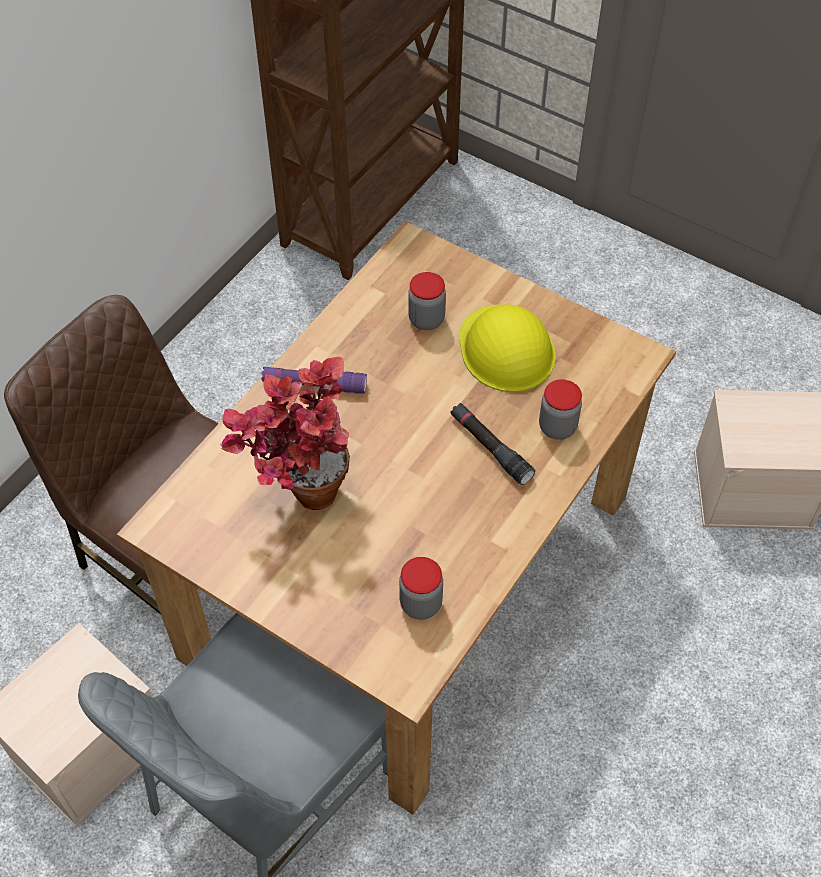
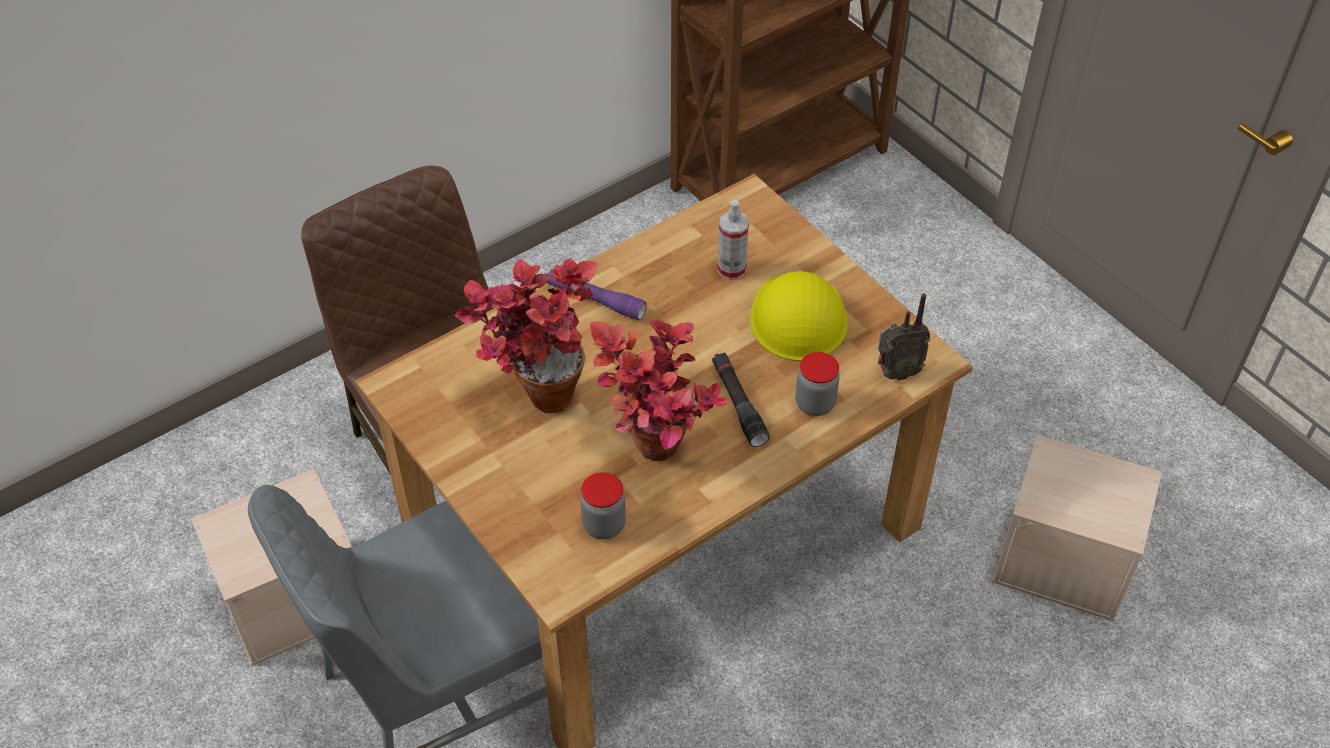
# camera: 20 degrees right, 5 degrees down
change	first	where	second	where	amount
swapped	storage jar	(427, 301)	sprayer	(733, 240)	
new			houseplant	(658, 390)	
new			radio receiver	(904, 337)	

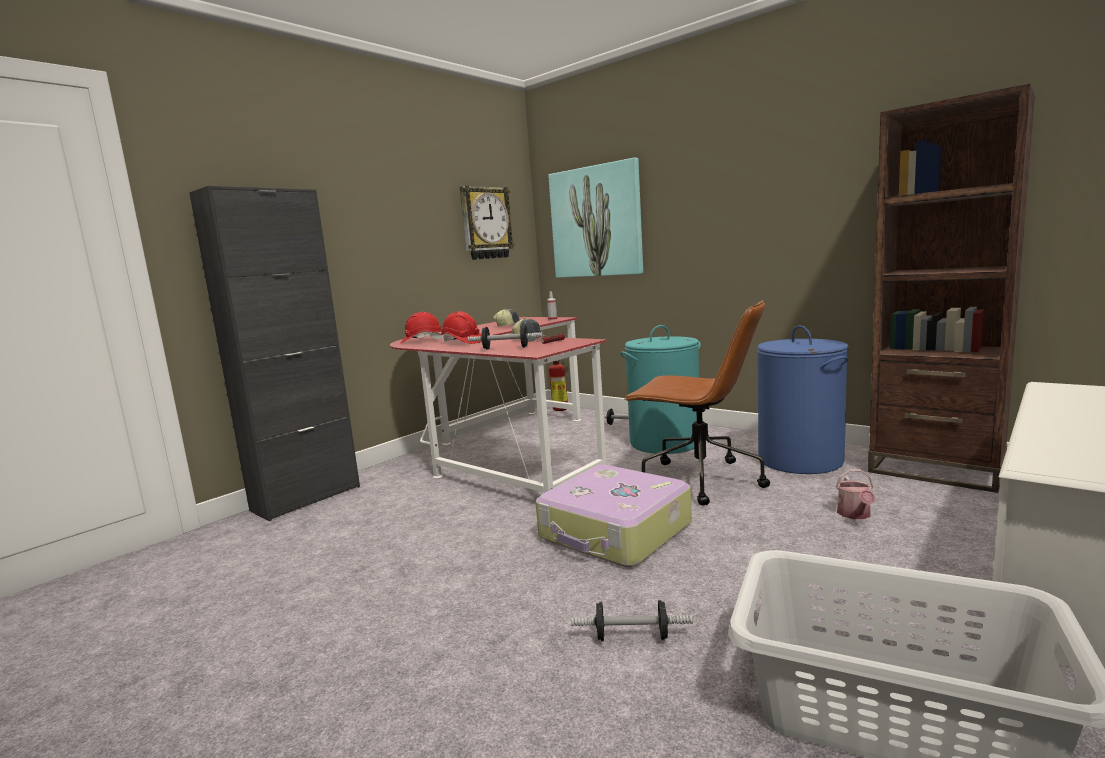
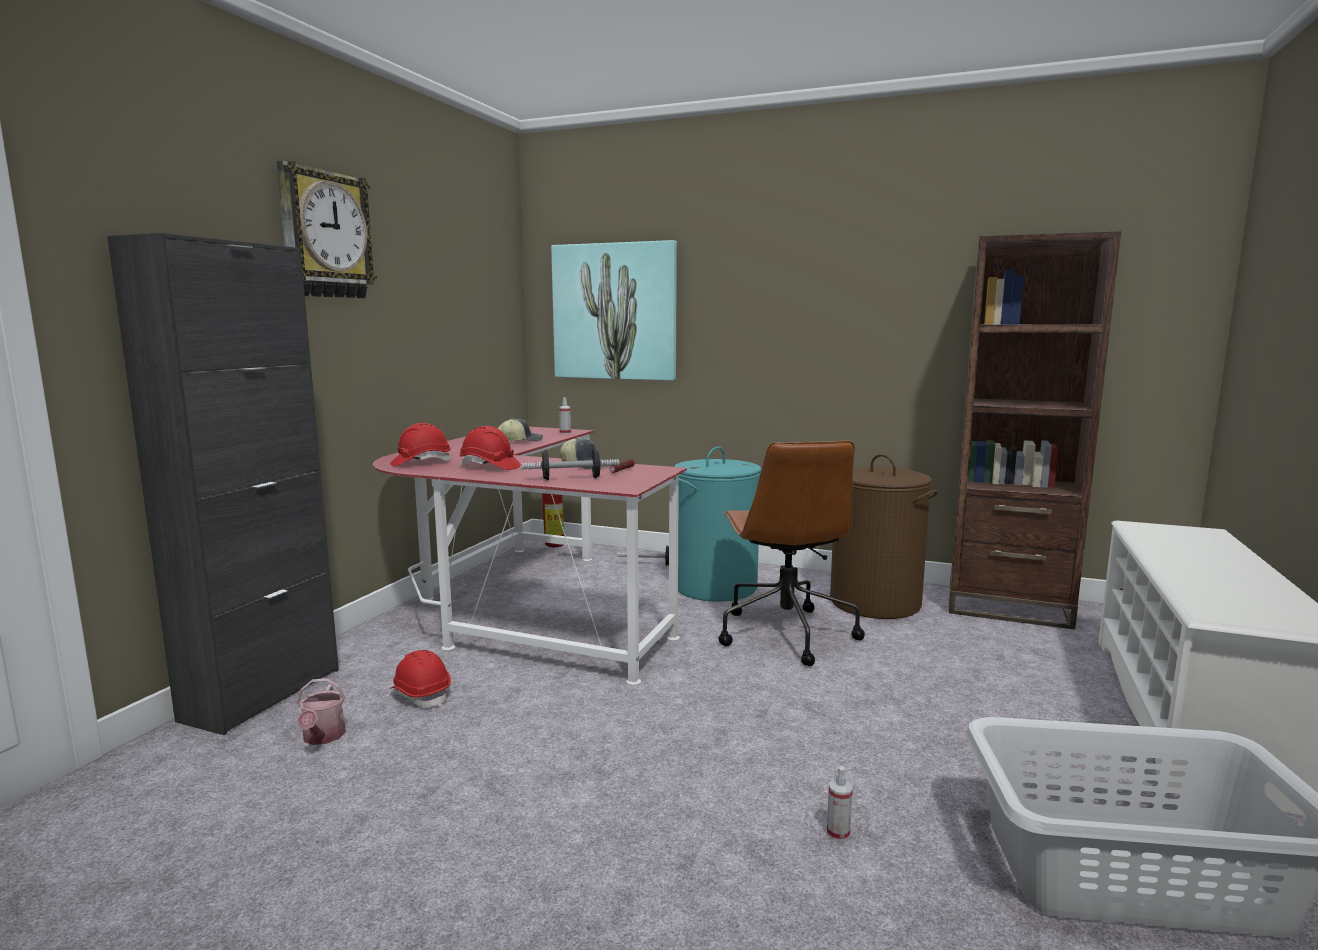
# camera: 20 degrees left, 0 degrees up
change	first	where	second	where	amount
shifted	hanging clock	(487, 222)		(327, 229)	
gone	piece of luggage	(613, 516)			
swapped	hand weight	(632, 620)	sprayer	(840, 803)	
rotated	brown-coloured computer chair	(697, 403)		(791, 553)	75 degrees clockwise
repainted	bluish laundry basket	(803, 399)	brown-coloured laundry basket	(883, 536)	
shifted	sprinkling can	(856, 494)		(321, 711)	
new			red work helmet	(420, 679)	

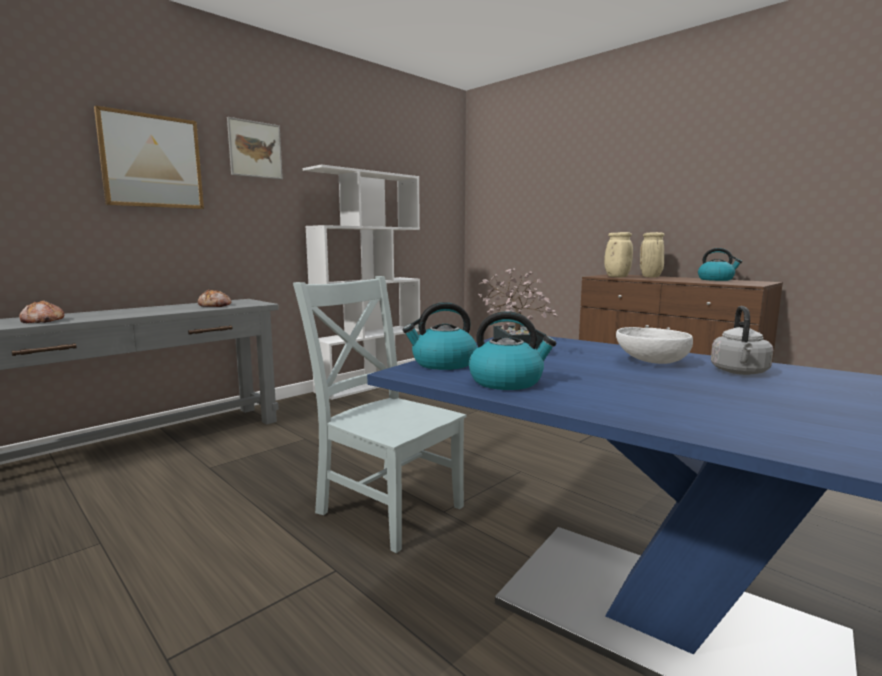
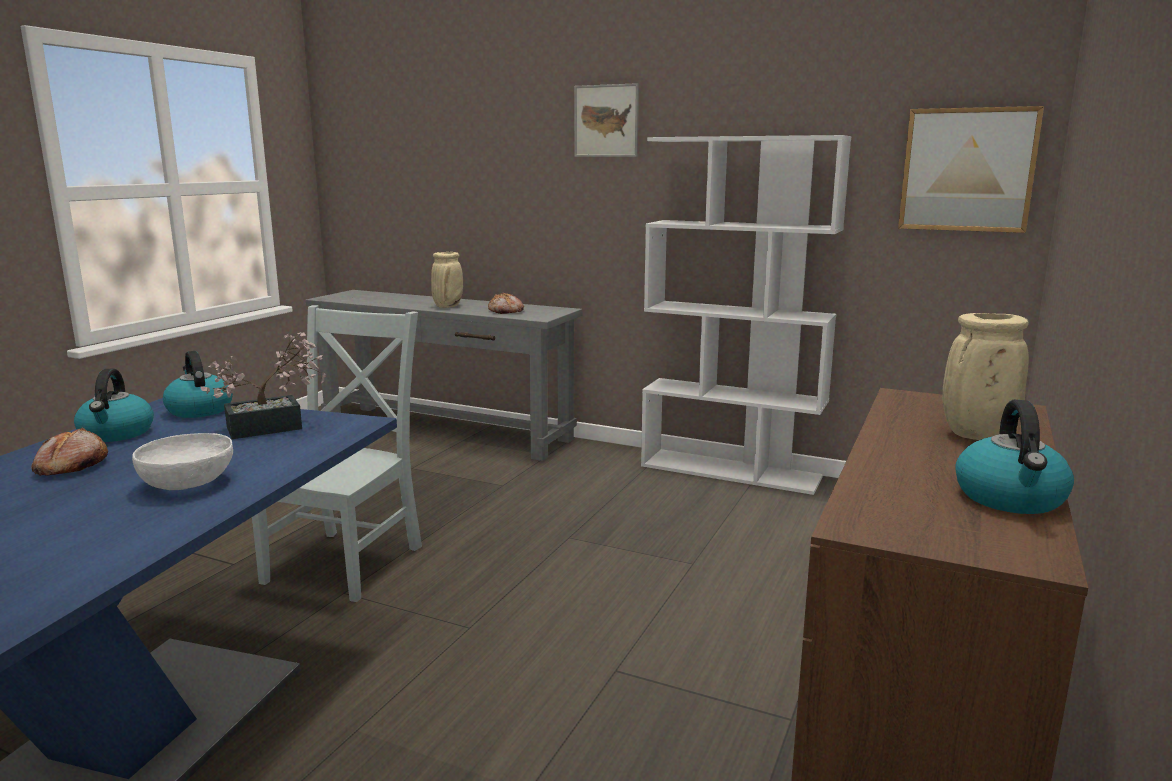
# camera: 70 degrees right, 5 degrees up
change	first	where	second	where	amount
shifted	baked bread	(41, 311)		(69, 452)	
shifted	picture	(149, 157)		(971, 169)	
shifted	beige-coloured vase	(618, 254)		(447, 280)	
gone	gray water kettle	(742, 340)			

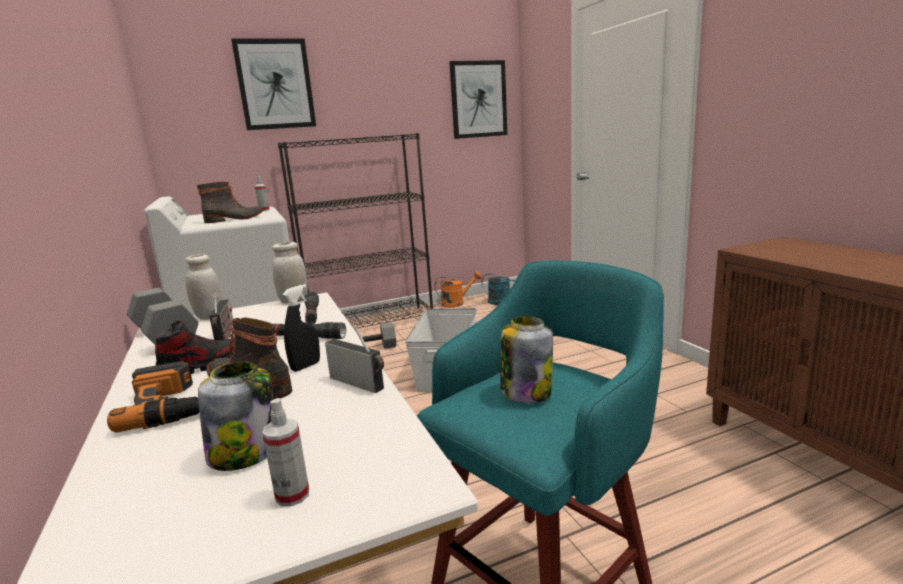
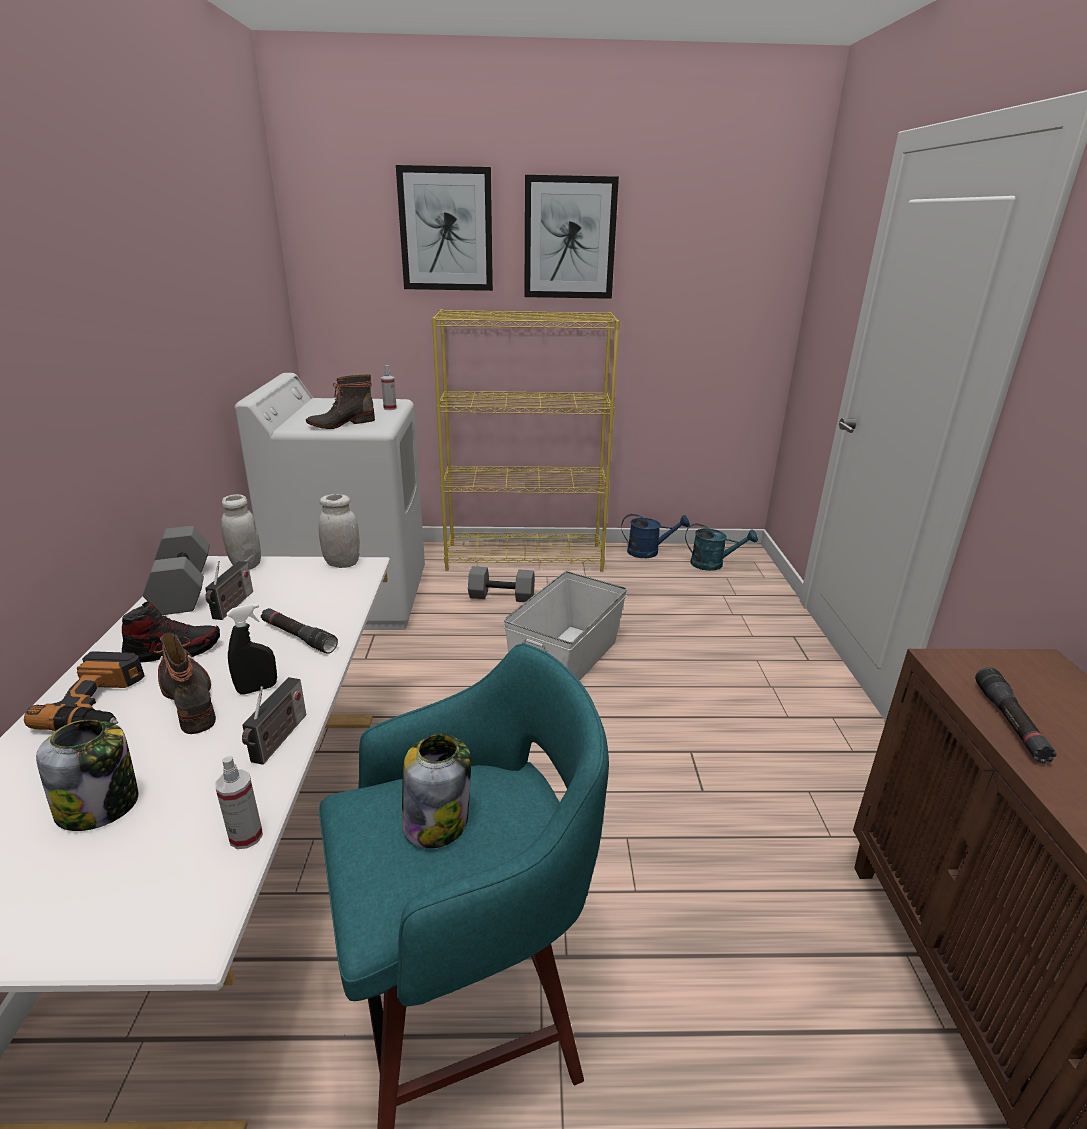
# camera: 20 degrees right, 10 degrees up
change	first	where	second	where	amount
rotated	high-top boot	(230, 202)		(340, 401)	150 degrees clockwise
shifted	sprayer	(285, 452)		(239, 802)	
repainted	black-coloured shelving unit	(355, 230)	yellowish shelving unit	(525, 440)	
shifted	black-coloured hand torch	(312, 308)		(1015, 715)	
rotated	radio receiver	(354, 360)		(274, 721)	45 degrees clockwise
repainted	orange-coloured sprinkling can	(458, 289)	bluish sprinkling can	(655, 536)	
shifted	picture	(478, 99)		(571, 237)	

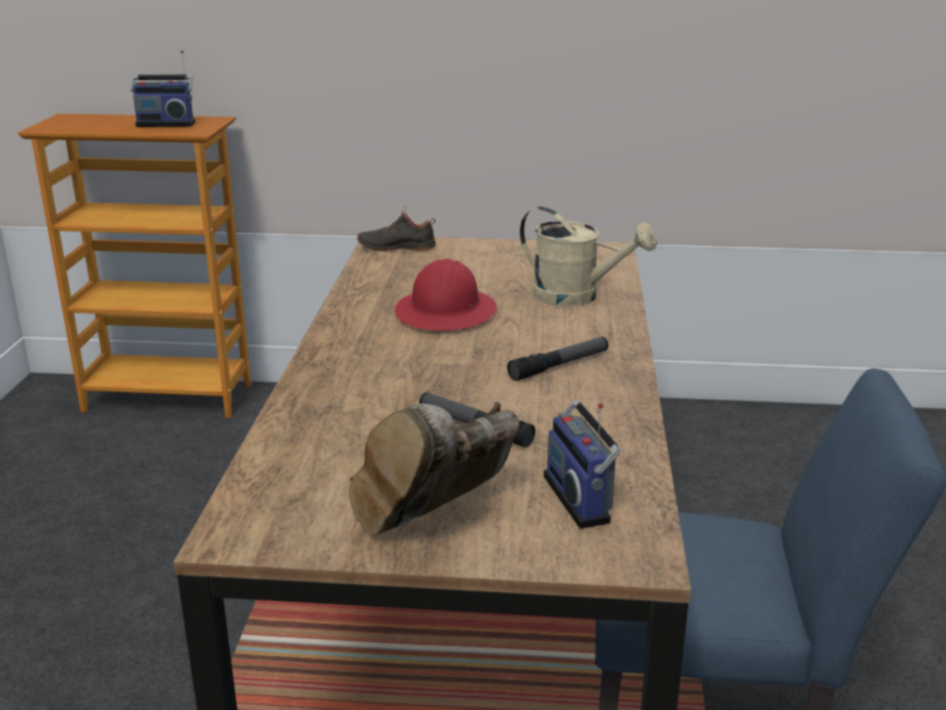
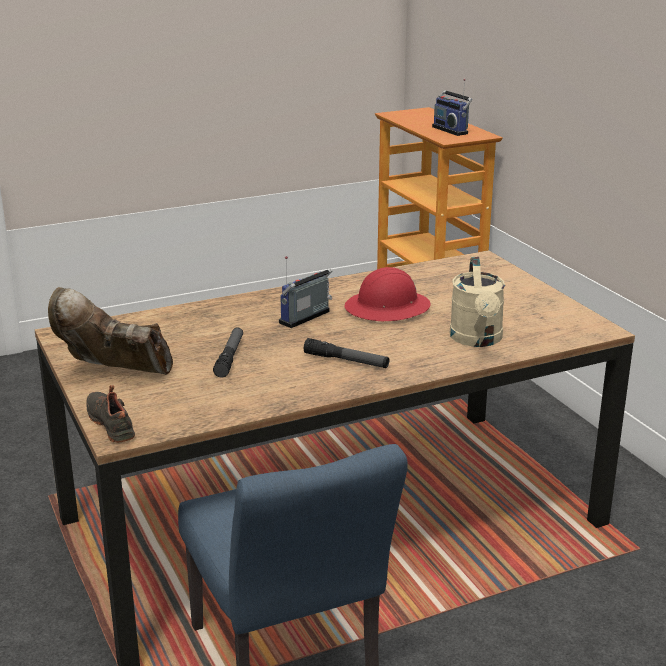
# camera: 60 degrees right, 0 degrees up
change	first	where	second	where	amount
shifted	black-coloured shoe	(396, 229)		(110, 414)	
shifted	radio receiver	(582, 464)		(306, 292)	

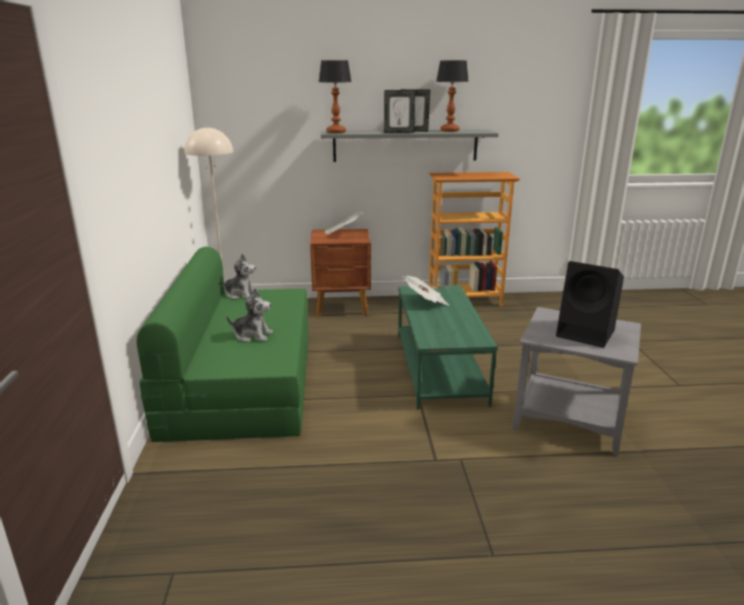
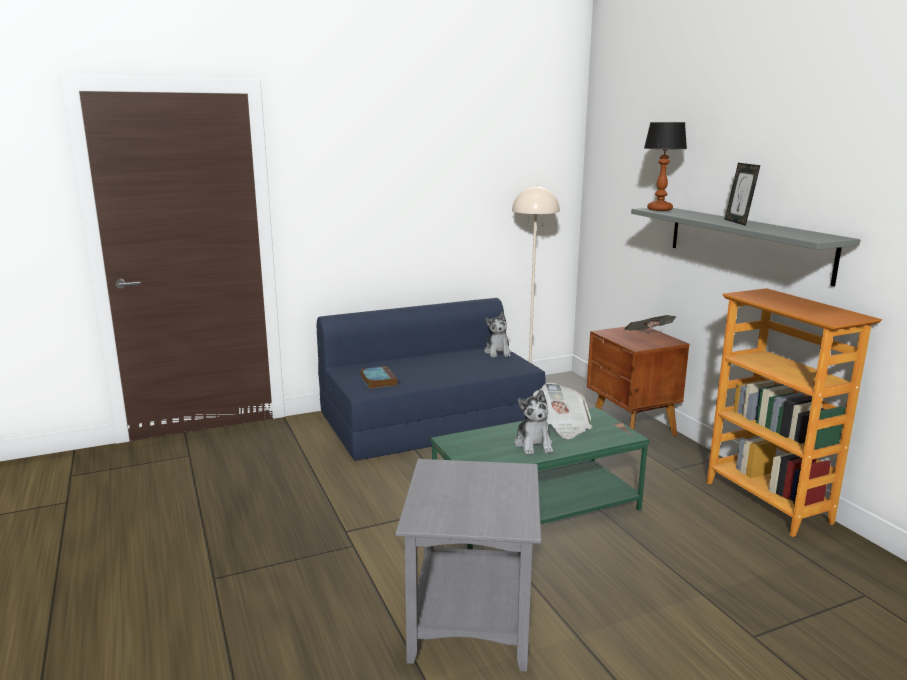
# camera: 70 degrees right, 5 degrees down
change	first	where	second	where	amount
repainted	green-coloured sofa	(223, 344)	bluish sofa	(431, 379)	
shifted	cuddly toy	(249, 315)		(533, 422)	
gone	photo frame	(399, 111)			
gone	lamp for a table	(452, 96)			
gone	black-coloured speaker	(590, 304)			
new			book	(379, 377)	

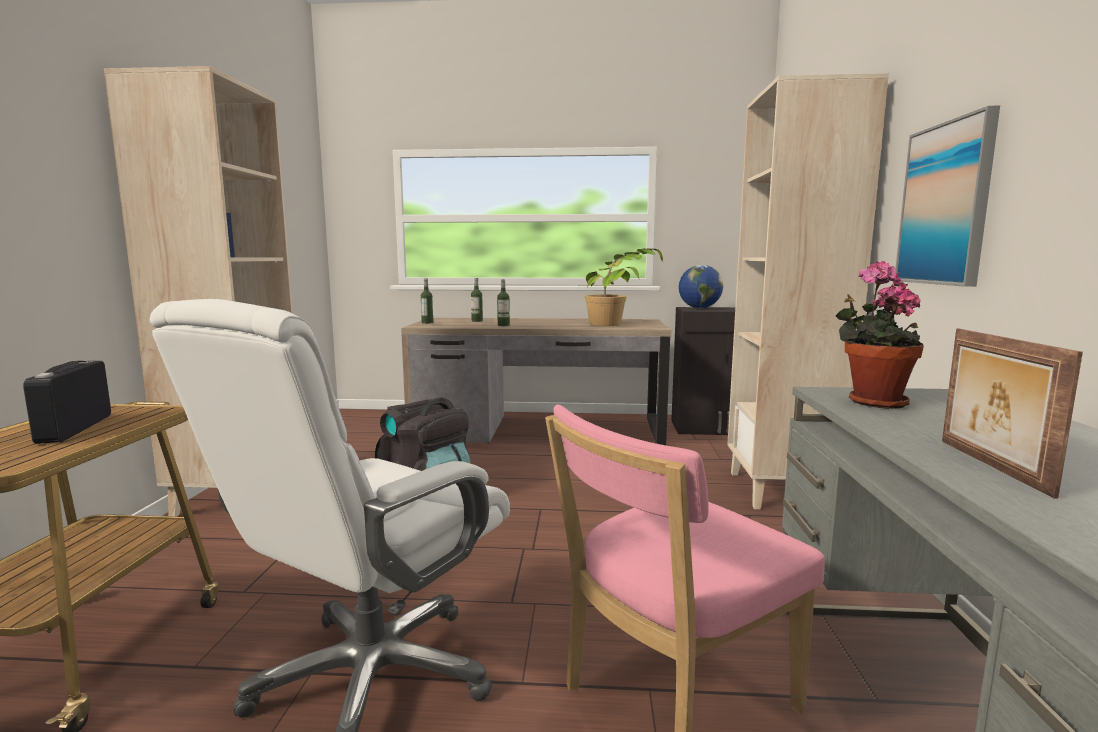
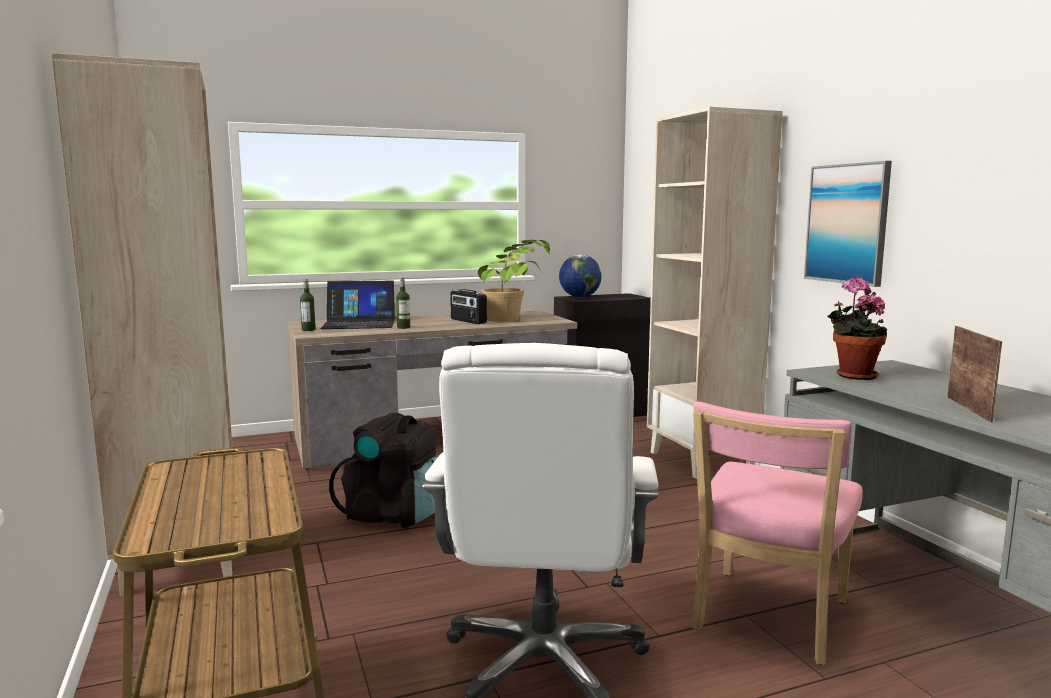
# camera: 25 degrees left, 0 degrees up
change	first	where	second	where	amount
shifted	radio receiver	(67, 402)		(468, 306)	
swapped	drink bottle	(477, 300)	portable computer	(357, 305)	
rotated	photo frame	(1012, 414)		(974, 374)	150 degrees counterclockwise

